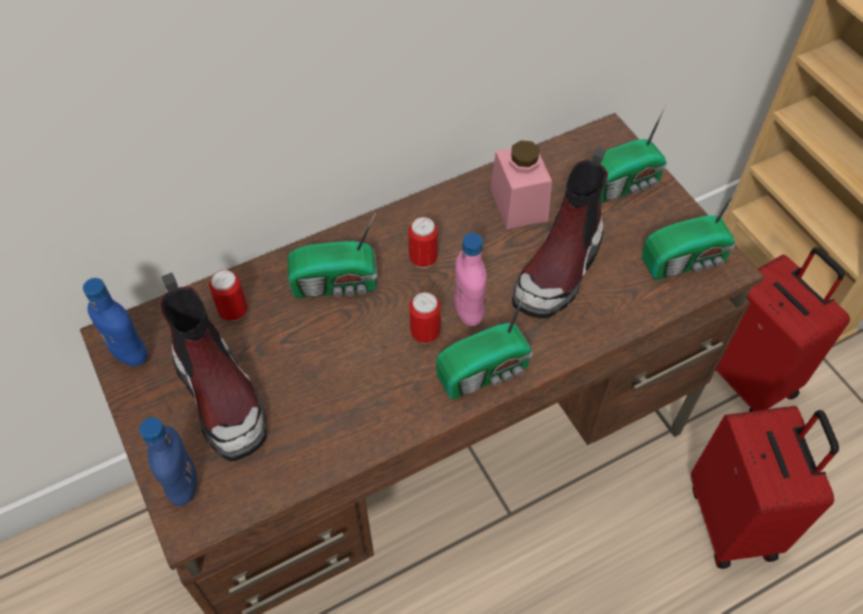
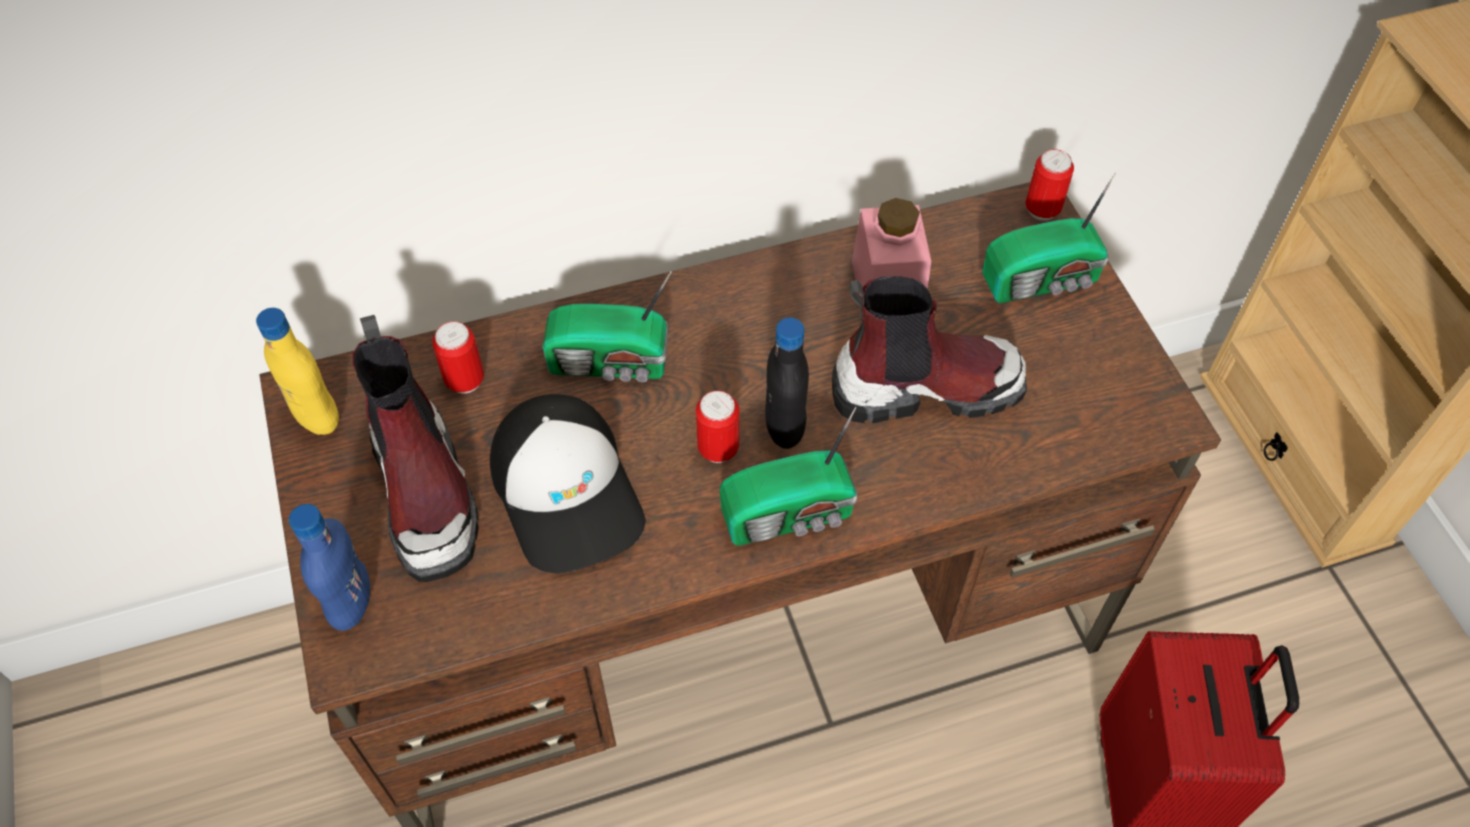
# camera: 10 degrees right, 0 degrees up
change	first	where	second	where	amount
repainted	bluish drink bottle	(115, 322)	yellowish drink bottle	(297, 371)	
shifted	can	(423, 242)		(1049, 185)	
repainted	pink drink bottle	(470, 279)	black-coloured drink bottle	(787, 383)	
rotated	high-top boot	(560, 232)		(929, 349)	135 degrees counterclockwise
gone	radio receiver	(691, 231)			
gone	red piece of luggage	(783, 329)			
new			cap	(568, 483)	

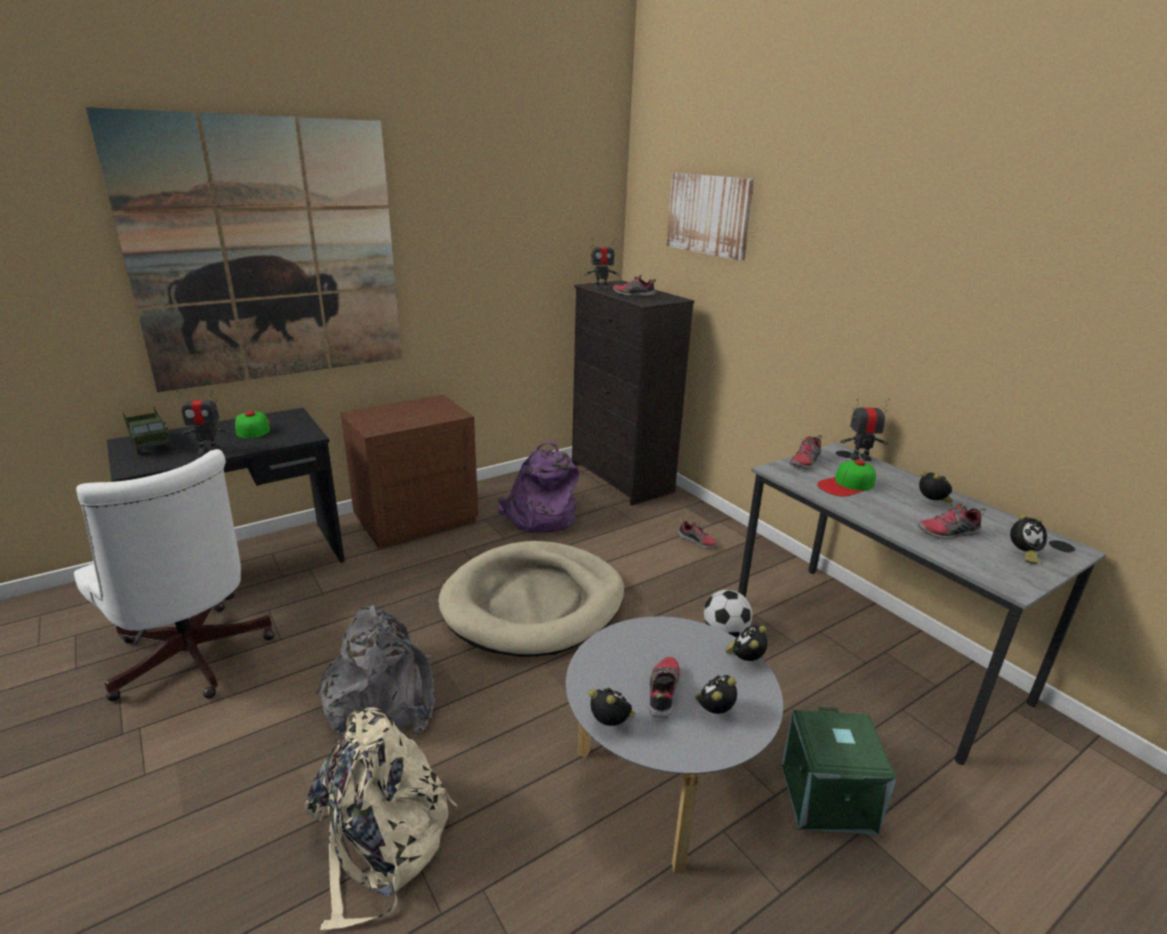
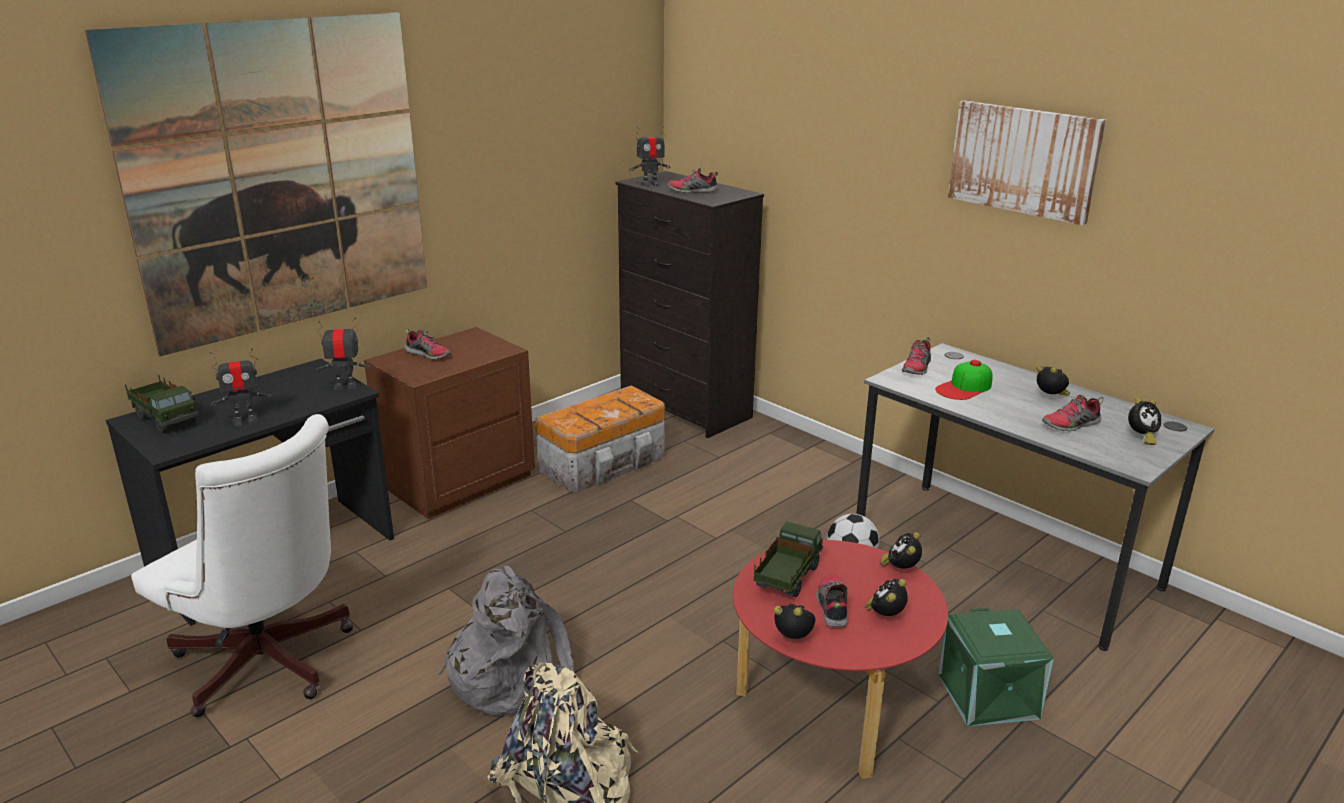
# camera: 10 degrees left, 0 degrees up
change	first	where	second	where	amount
gone	cap	(252, 424)			
gone	beige-coloured pet bed	(531, 599)			
swapped	purplish rucksack	(539, 487)	storage container	(600, 439)	
repainted	gray coffee table	(674, 745)	red coffee table	(840, 659)	
shifted	picture	(710, 217)		(1027, 162)	
shifted	shoe	(698, 533)		(427, 344)	
shifted	model robot	(865, 429)		(343, 353)	
new			toy lorry	(788, 559)	

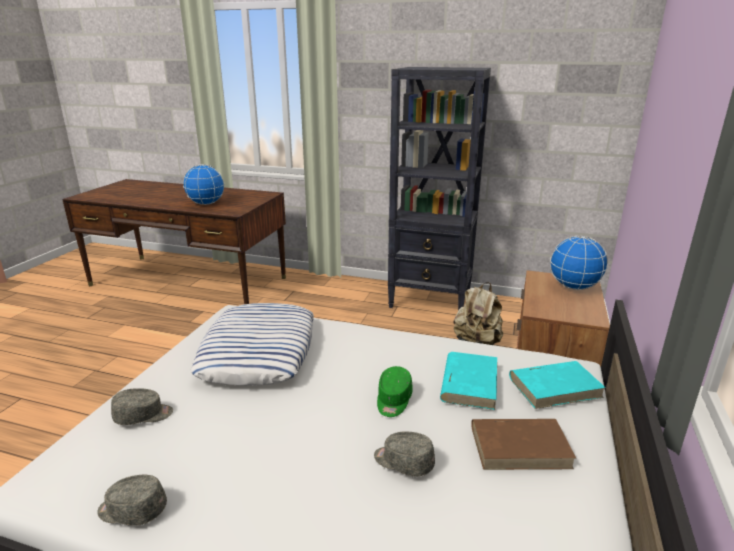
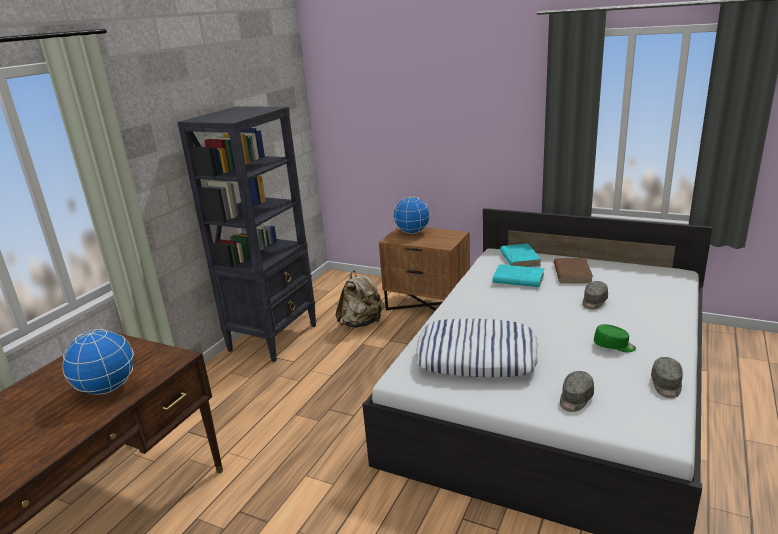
# camera: 80 degrees left, 0 degrees up
change	first	where	second	where	amount
rotated	gray cap	(142, 406)		(577, 391)	135 degrees counterclockwise
shifted	green-coloured cap	(395, 391)		(615, 338)	

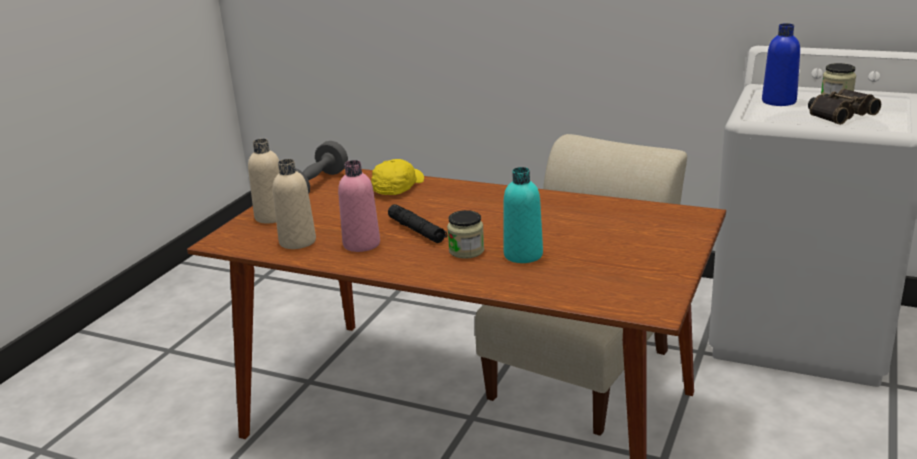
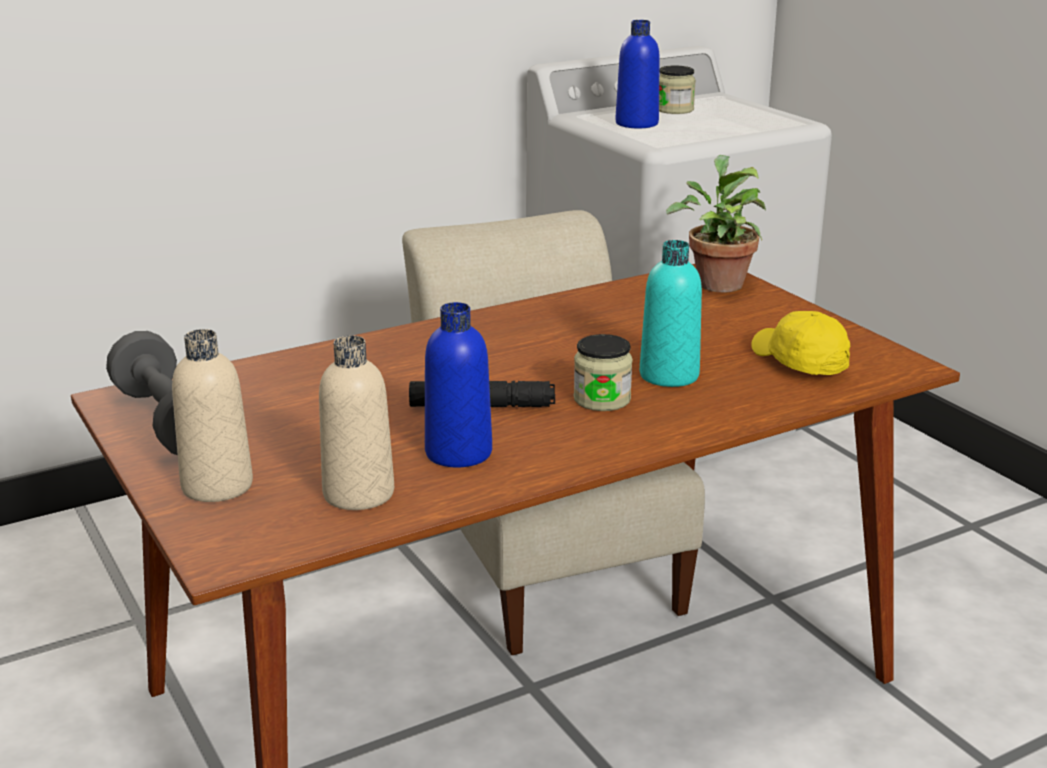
# camera: 55 degrees left, 0 degrees up
change	first	where	second	where	amount
repainted	pink drink bottle	(359, 206)	bluish drink bottle	(458, 384)	
shifted	yellowish cap	(397, 177)		(800, 343)	
gone	binoculars	(844, 107)			
new			houseplant	(716, 224)	

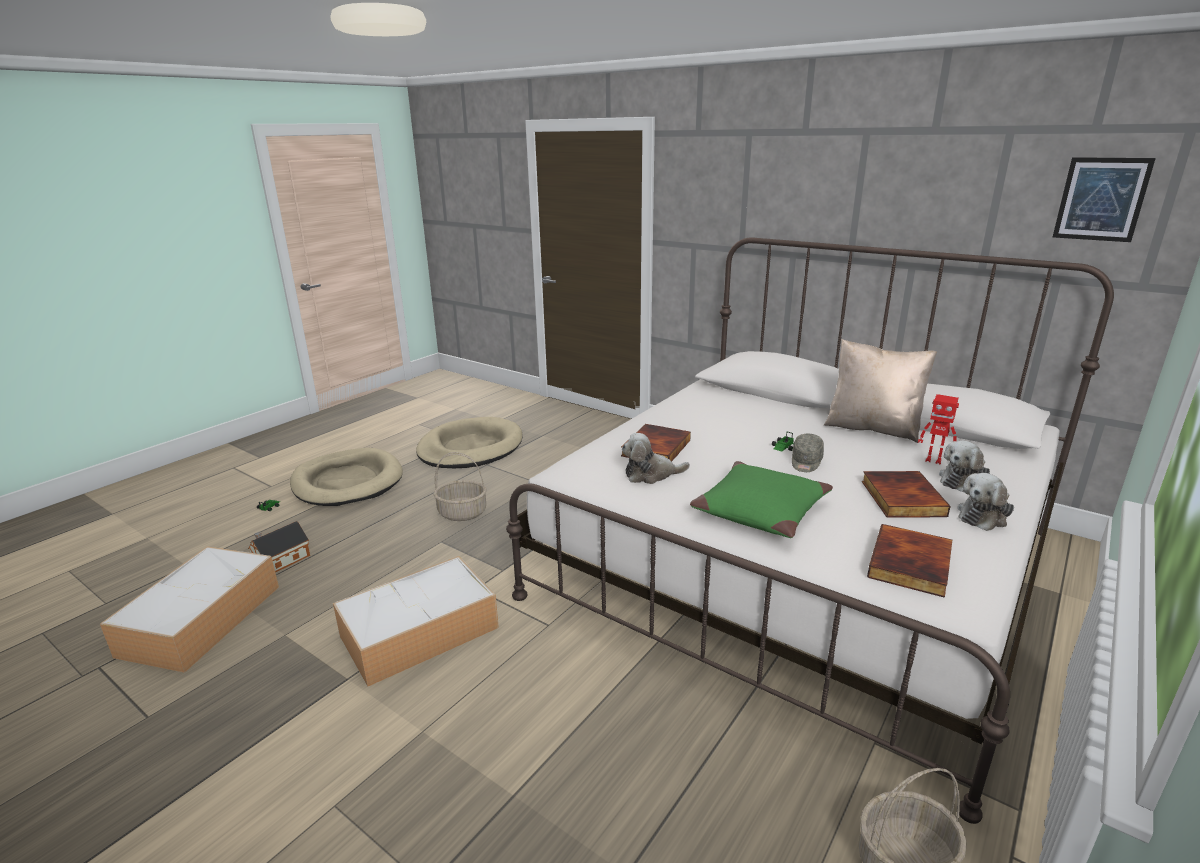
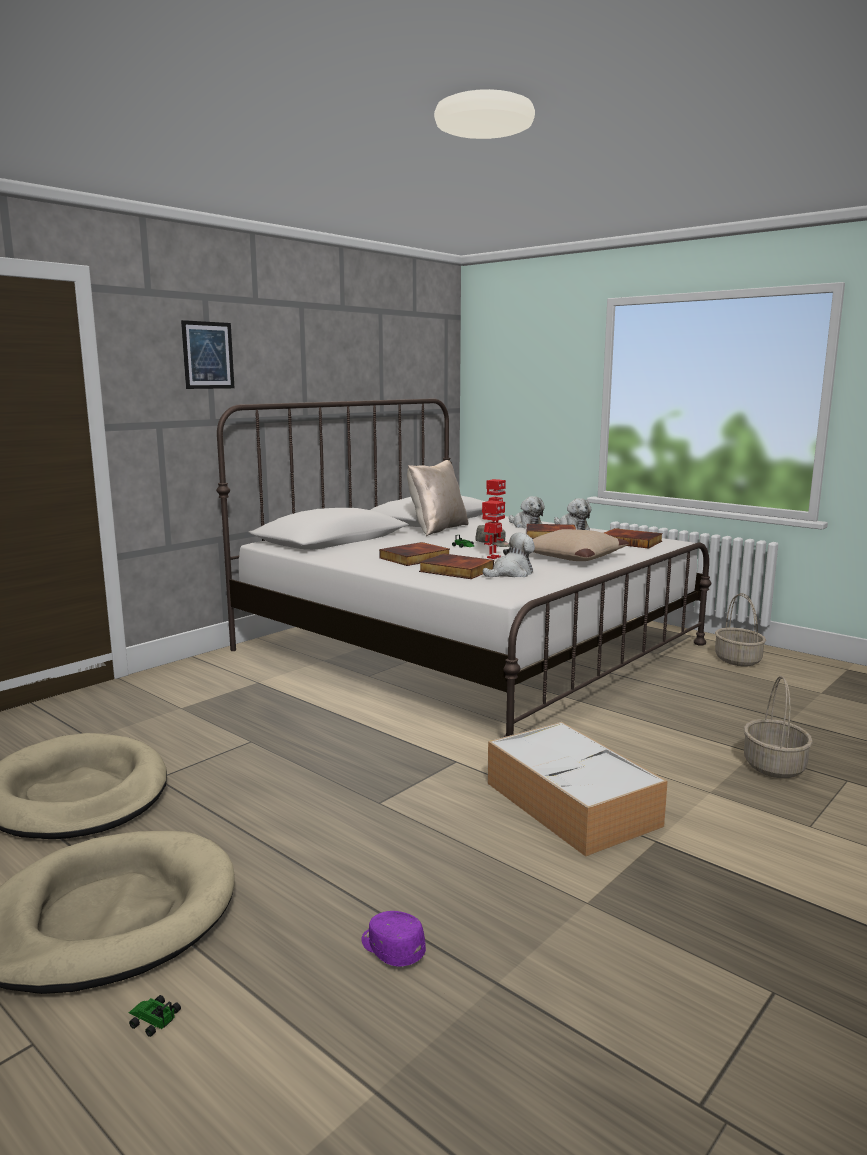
# camera: 85 degrees left, 10 degrees down
change	first	where	second	where	amount
gone	storage container	(189, 609)			
swapped	miniature house	(279, 546)	purplish cap	(394, 939)	
shifted	basket	(460, 486)		(778, 727)	
rotated	cuddly toy	(656, 458)		(509, 555)	120 degrees counterclockwise
repainted	green-coloured throw pillow	(761, 499)	beige-coloured throw pillow	(581, 545)	
shifted	picture	(1104, 199)		(207, 354)	
new			book	(414, 554)	
new			model robot	(493, 530)	

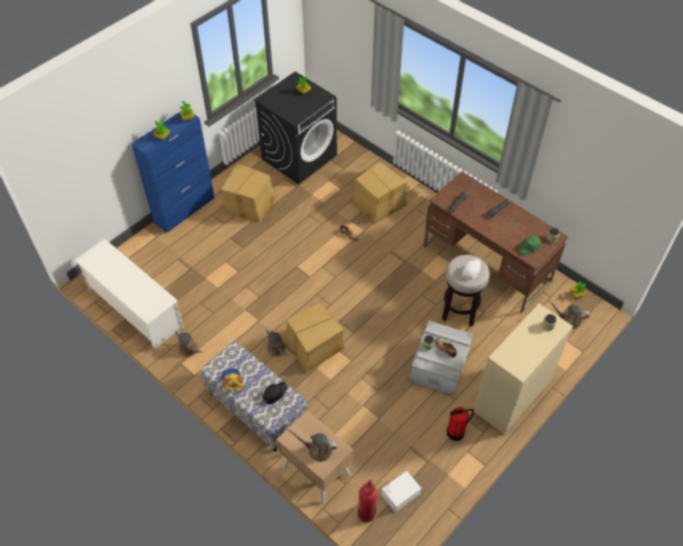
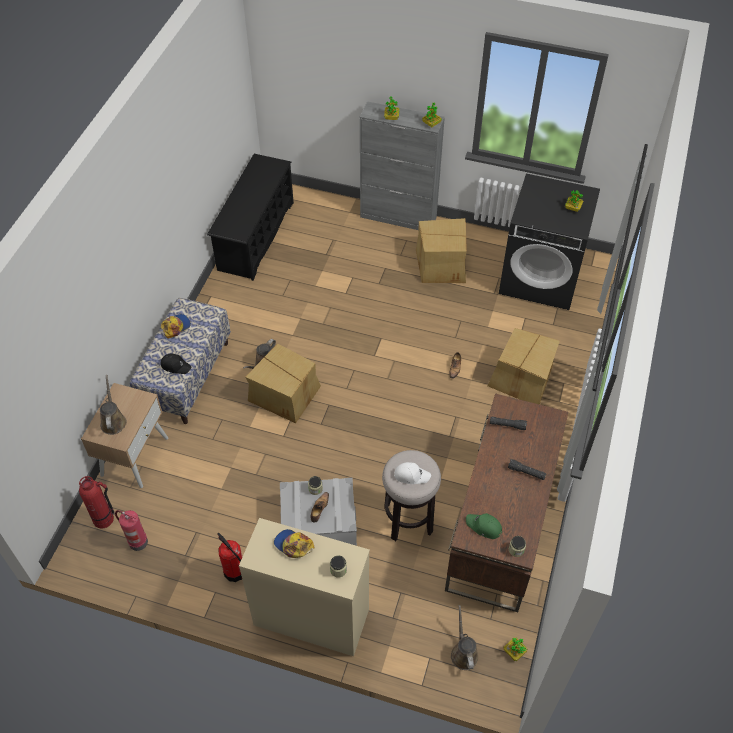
# camera: 65 degrees right, 0 degrees up
change	first	where	second	where	amount
repainted	white-coloured shoe stand	(129, 294)	black-coloured shoe stand	(250, 217)	
repainted	bluish storage cabinet	(173, 171)	gray storage cabinet	(402, 165)	
gone	brown-coloured sprinkling can	(189, 343)			
swapped	white-coloured storage container	(401, 491)	fire extinguisher	(131, 530)	
new			cap	(294, 543)	

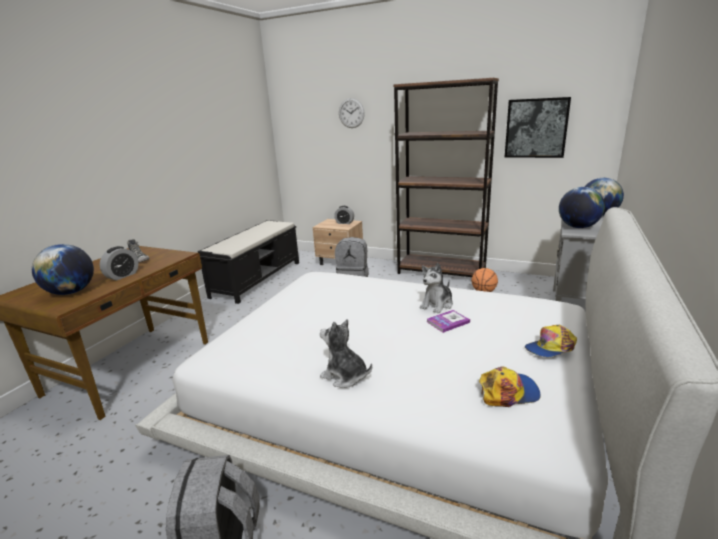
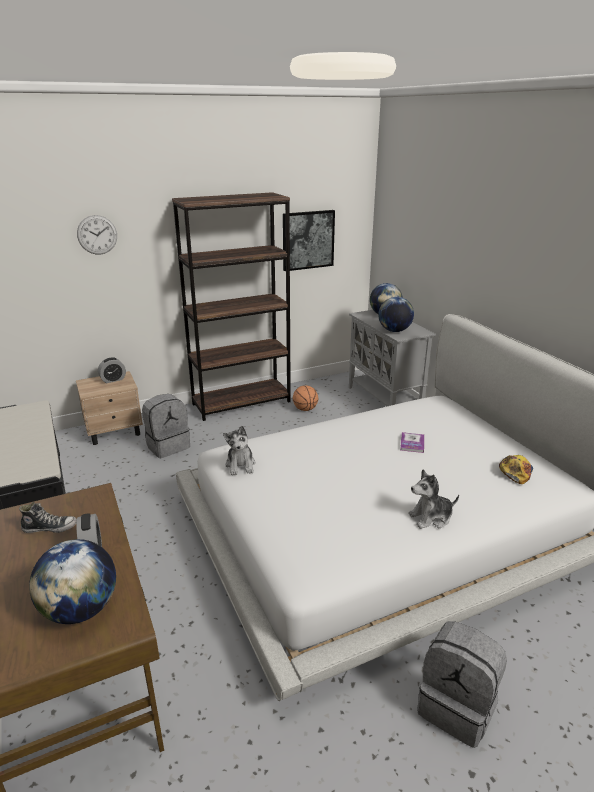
# camera: 50 degrees left, 5 degrees up
change	first	where	second	where	amount
shifted	cuddly toy	(436, 288)		(239, 450)	
gone	cap	(551, 341)			

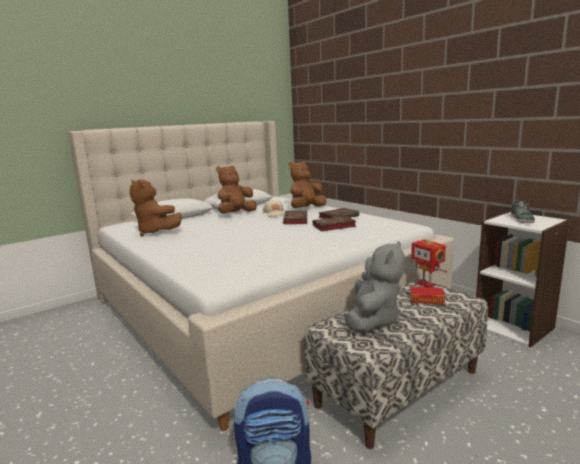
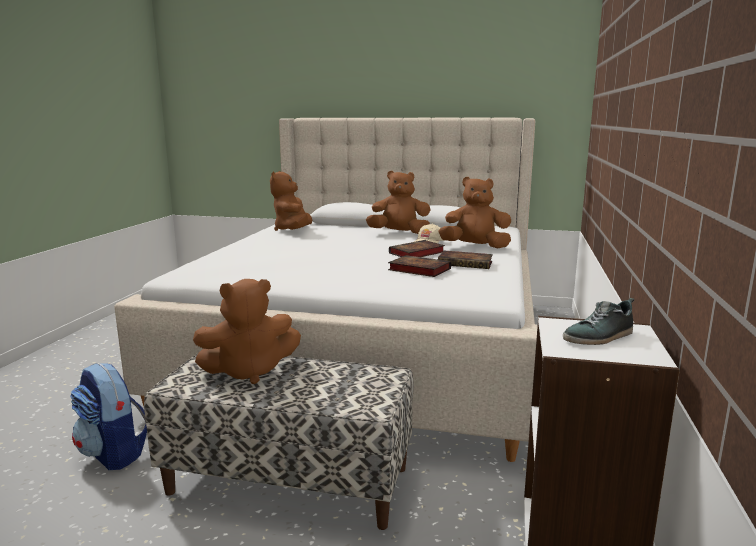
# camera: 50 degrees right, 0 degrees up
change	first	where	second	where	amount
repainted	gray cuddly toy	(374, 287)	brown-coloured cuddly toy	(247, 331)	
gone	model robot	(428, 263)			
gone	book	(427, 295)			

